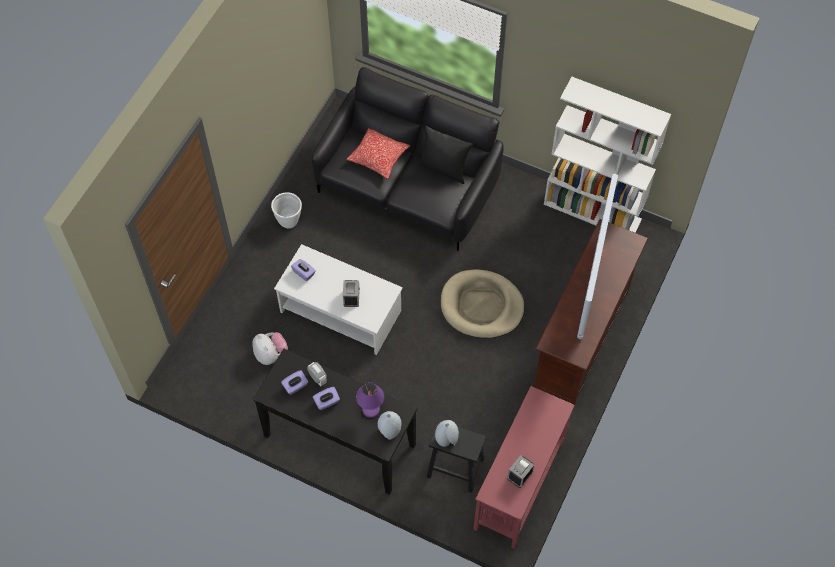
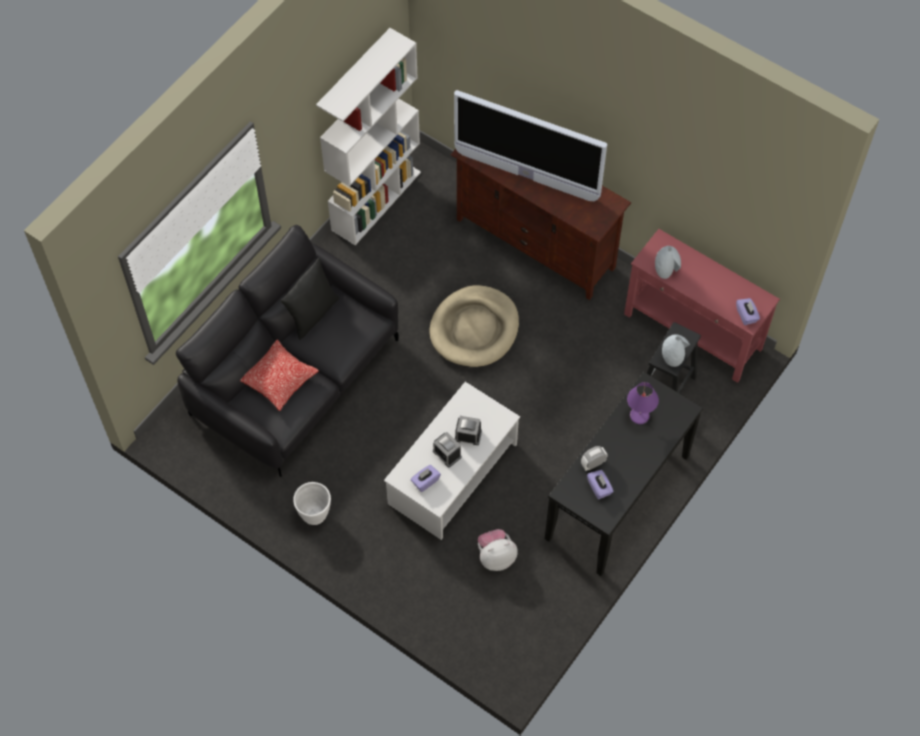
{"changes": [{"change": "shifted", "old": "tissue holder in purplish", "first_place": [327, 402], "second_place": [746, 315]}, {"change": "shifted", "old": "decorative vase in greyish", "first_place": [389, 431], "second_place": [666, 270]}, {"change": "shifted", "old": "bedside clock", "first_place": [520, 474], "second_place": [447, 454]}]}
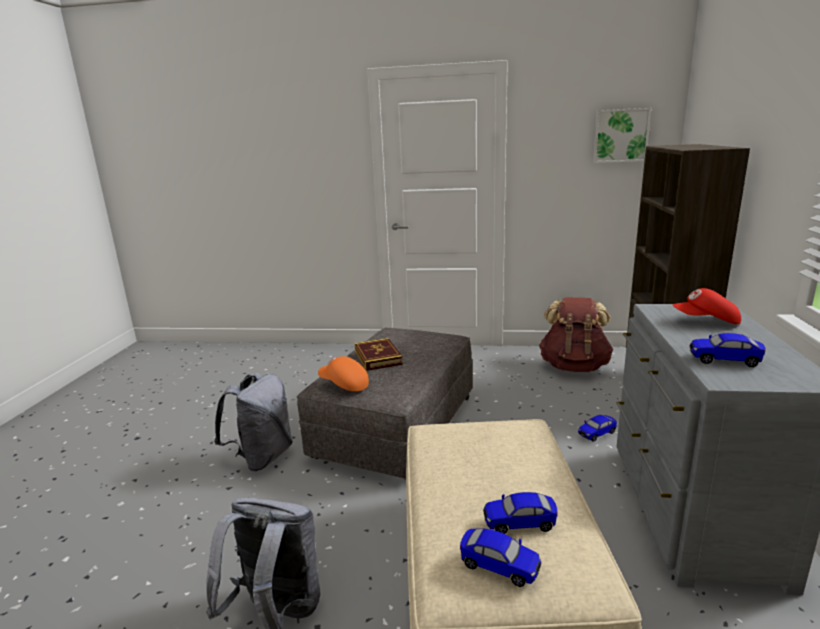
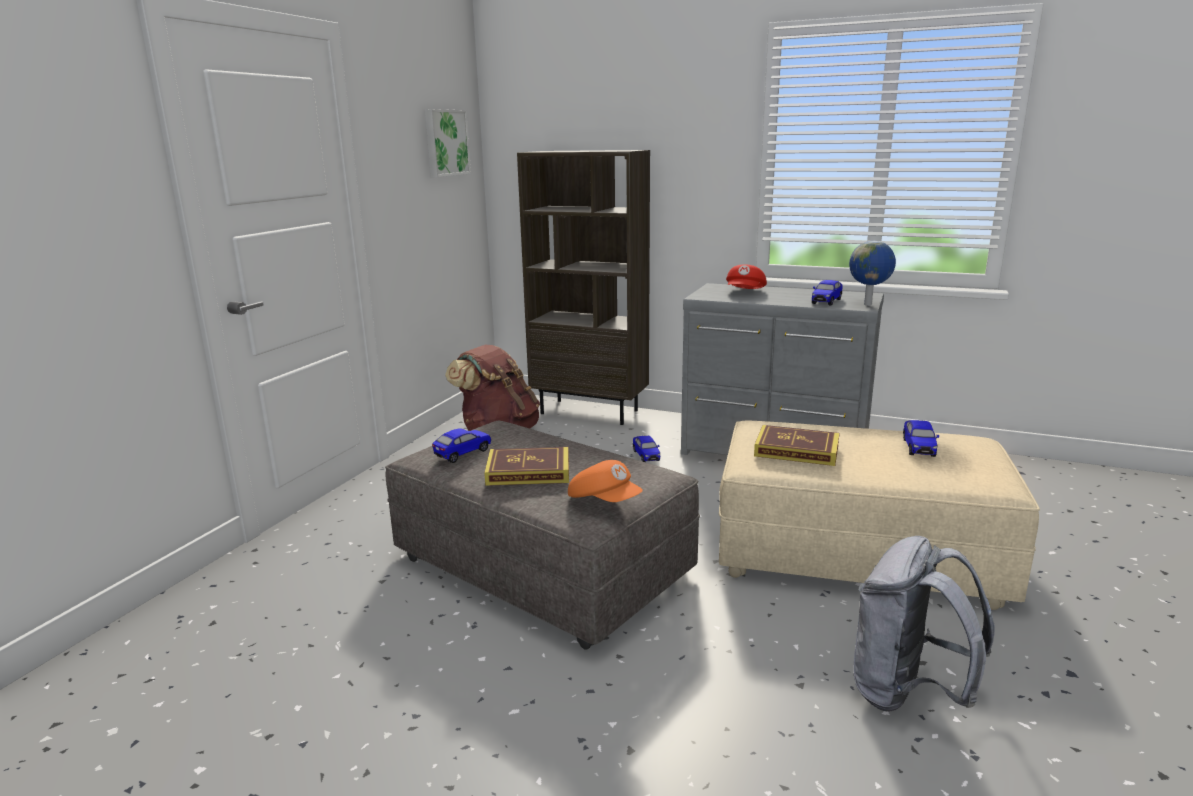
{"changes": [{"change": "rotated", "old": "baseball cap in orangey", "first_place": [344, 385], "second_place": [605, 501], "degrees": -90}, {"change": "gone", "old": "rucksack in greyish", "first_place": [262, 457]}, {"change": "shifted", "old": "toy car", "first_place": [499, 566], "second_place": [463, 453]}, {"change": "new", "new": "globe", "second_place": [868, 305]}, {"change": "new", "new": "bound book", "second_place": [796, 450]}]}
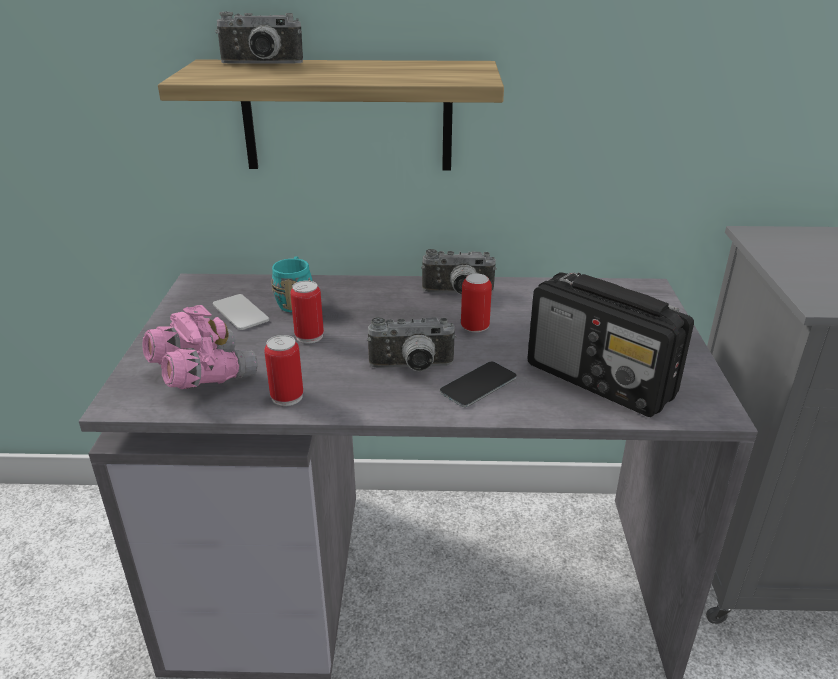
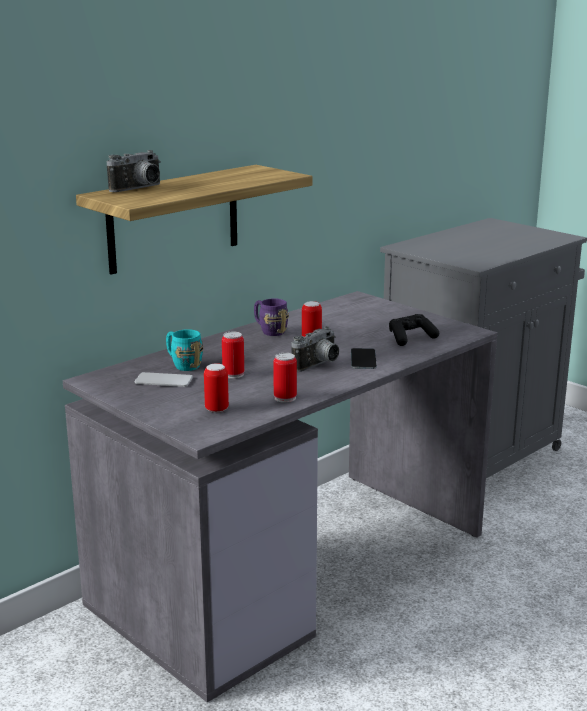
{"changes": [{"change": "swapped", "old": "photo camera", "new": "mug in purplish", "first_place": [458, 294], "second_place": [269, 330]}, {"change": "swapped", "old": "radio receiver", "new": "gamepad in black-coloured", "first_place": [601, 381], "second_place": [411, 338]}, {"change": "swapped", "old": "pair of binoculars in pink", "new": "sealed can", "first_place": [202, 375], "second_place": [216, 409]}]}
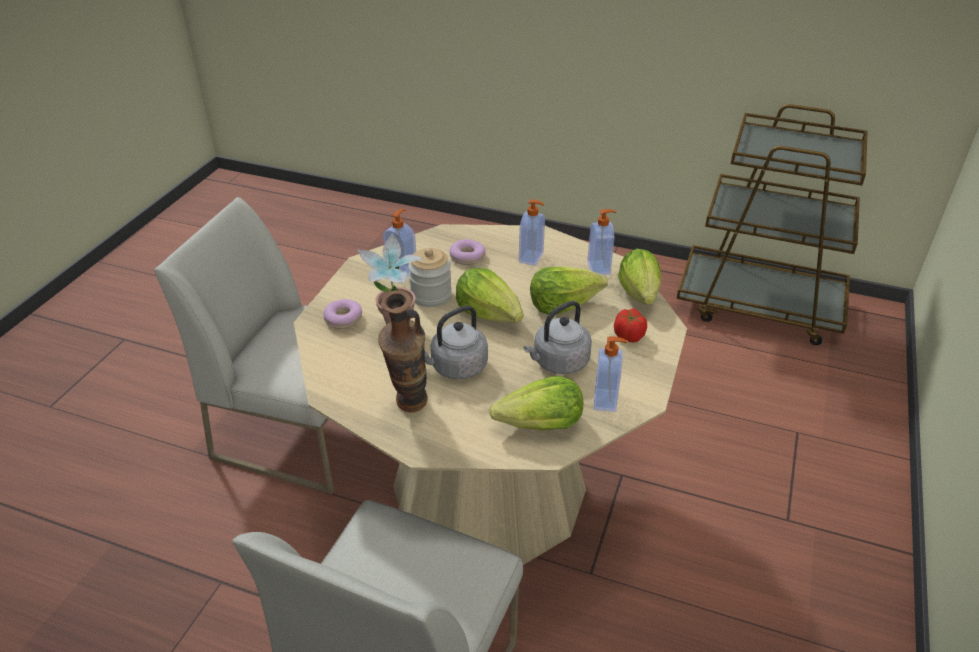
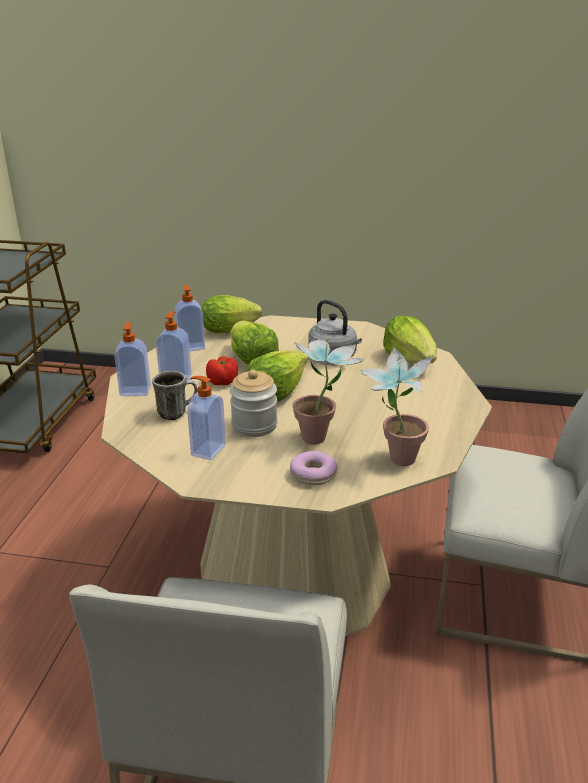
{"changes": [{"change": "swapped", "old": "ring doughnut", "new": "mug", "first_place": [467, 257], "second_place": [177, 412]}, {"change": "gone", "old": "decorative vase", "first_place": [409, 409]}, {"change": "gone", "old": "water kettle in greyish", "first_place": [456, 367]}, {"change": "shifted", "old": "whole tomato", "first_place": [629, 336], "second_place": [223, 382]}, {"change": "shifted", "old": "liquid soap bottle", "first_place": [606, 400], "second_place": [135, 390]}, {"change": "new", "new": "potted plant", "second_place": [393, 459]}]}
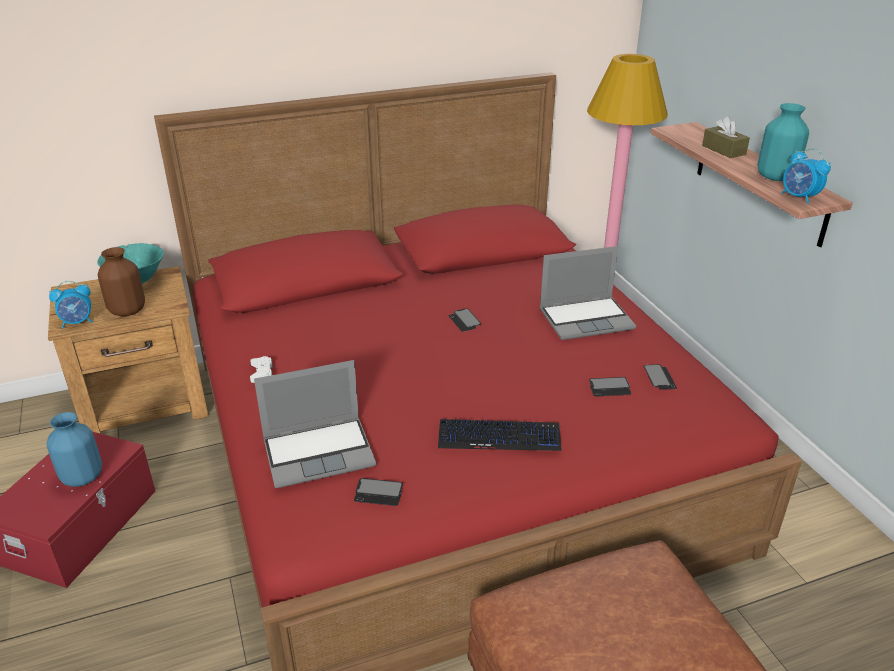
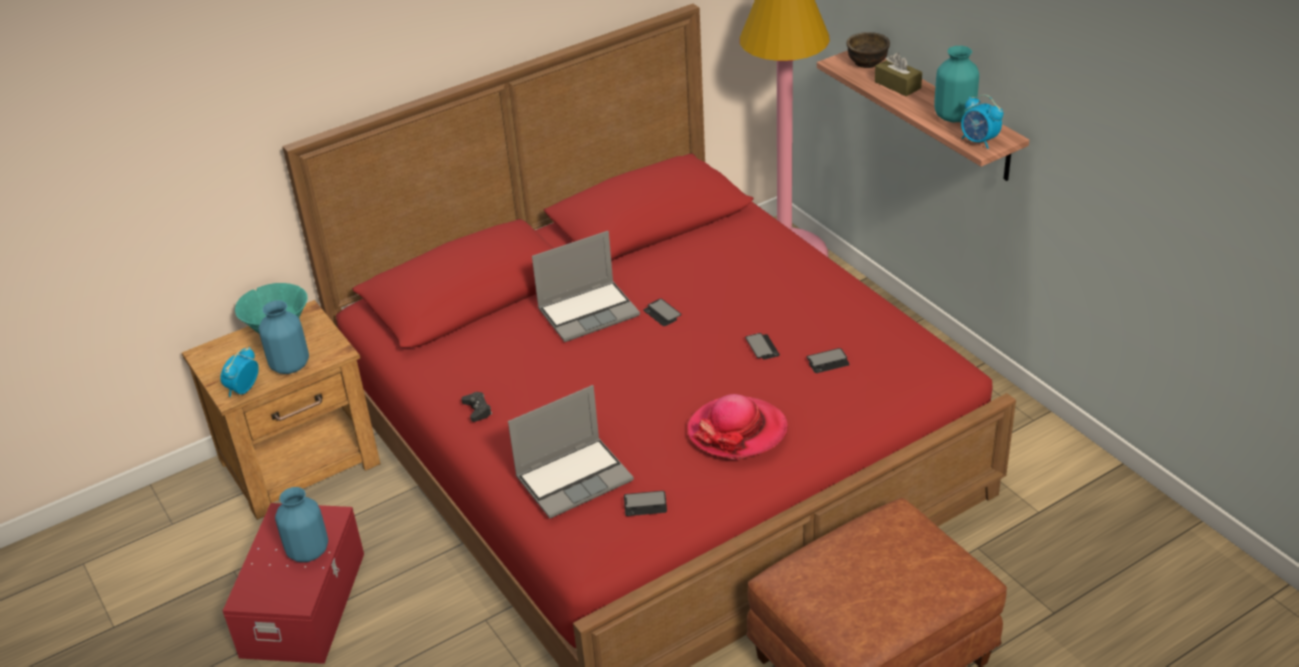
{"changes": [{"change": "shifted", "old": "portable computer", "first_place": [586, 319], "second_place": [589, 312]}, {"change": "repainted", "old": "decorative vase in brown-coloured", "new": "decorative vase in blue-coloured", "first_place": [127, 310], "second_place": [290, 365]}, {"change": "rotated", "old": "bedside clock", "first_place": [78, 322], "second_place": [243, 389], "degrees": 150}, {"change": "repainted", "old": "gamepad in white", "new": "gamepad in black-coloured", "first_place": [262, 373], "second_place": [477, 410]}, {"change": "shifted", "old": "telephone", "first_place": [659, 378], "second_place": [762, 347]}, {"change": "swapped", "old": "keyboard", "new": "clothing hat", "first_place": [499, 437], "second_place": [737, 431]}, {"change": "new", "new": "bowl in brown-coloured", "second_place": [867, 62]}]}
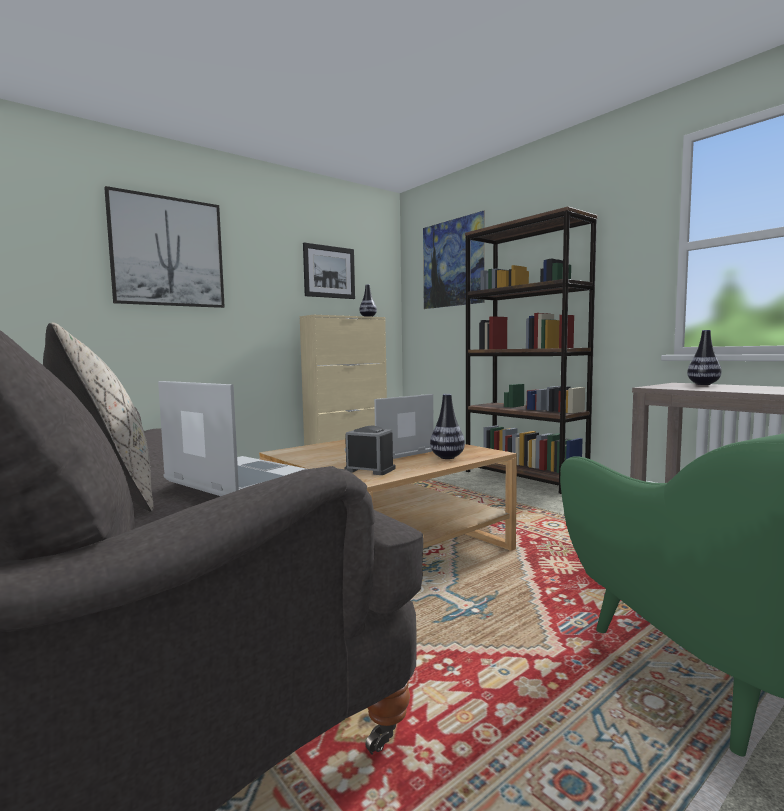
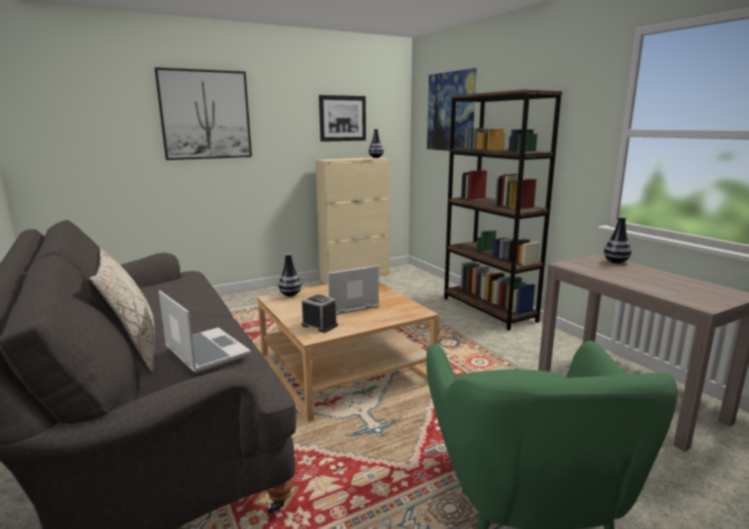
{"changes": [{"change": "shifted", "old": "decorative vase", "first_place": [447, 457], "second_place": [290, 294]}]}
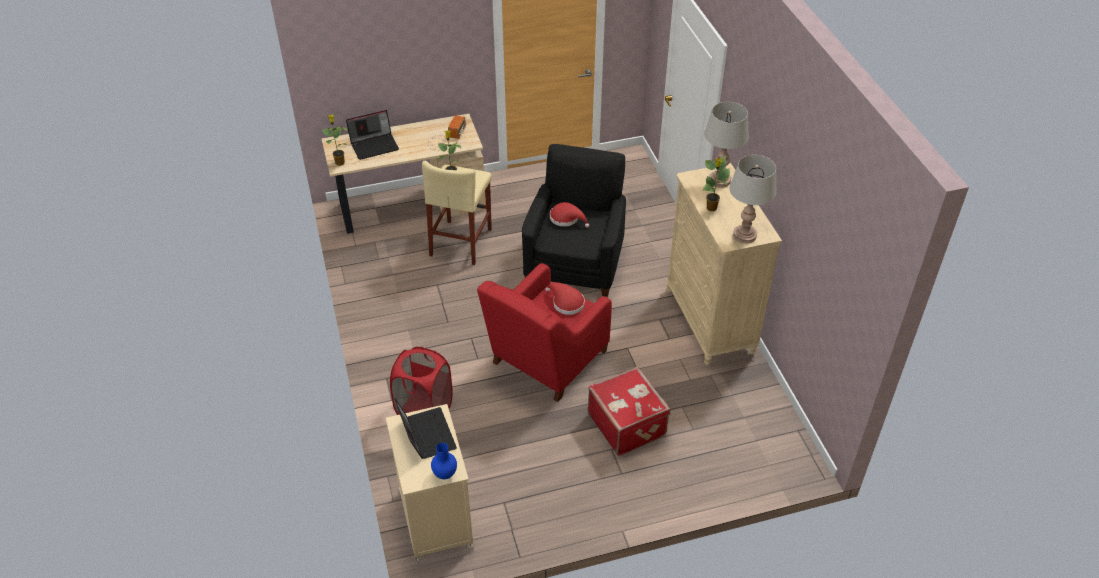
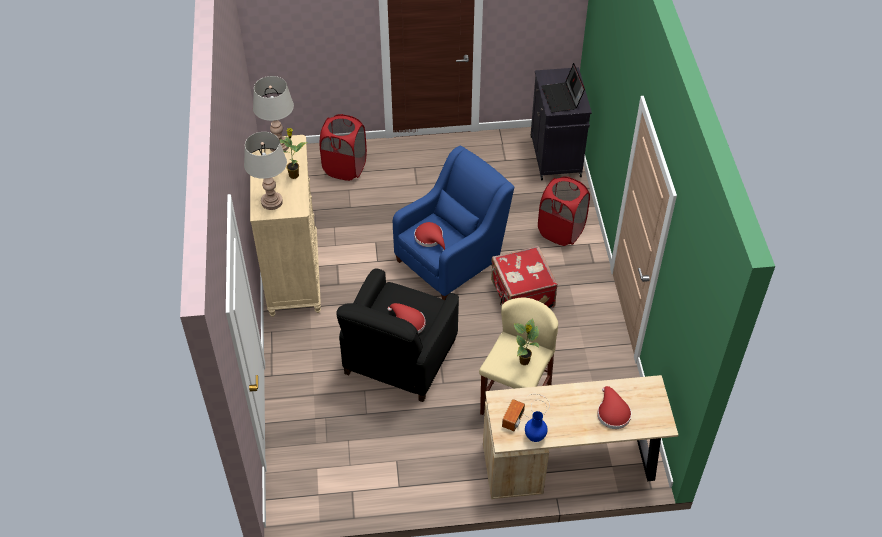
{"changes": [{"change": "swapped", "old": "portable computer", "new": "clothing hat in red", "first_place": [374, 145], "second_place": [612, 412]}, {"change": "gone", "old": "potted plant", "first_place": [339, 162]}, {"change": "repainted", "old": "lounge chair in red", "new": "lounge chair in blue-coloured", "first_place": [546, 360], "second_place": [452, 259]}, {"change": "shifted", "old": "travel case in red", "first_place": [627, 424], "second_place": [521, 295]}, {"change": "repainted", "old": "cupboard in beige-coloured", "new": "cupboard in black-coloured", "first_place": [435, 517], "second_place": [555, 157]}, {"change": "shifted", "old": "decorative vase in blue-coloured", "first_place": [445, 475], "second_place": [535, 436]}, {"change": "new", "new": "hamper in red", "second_place": [345, 168]}]}
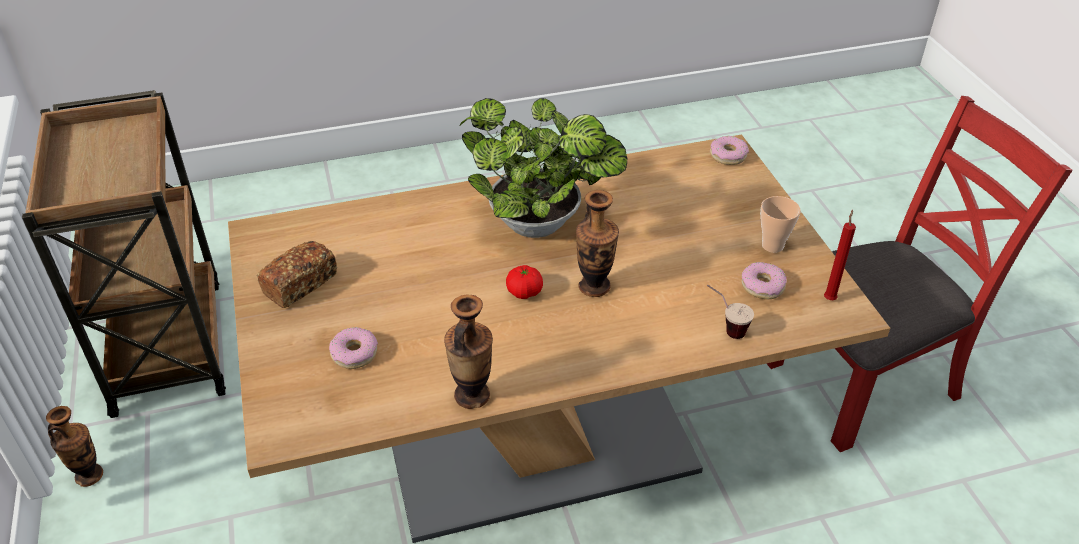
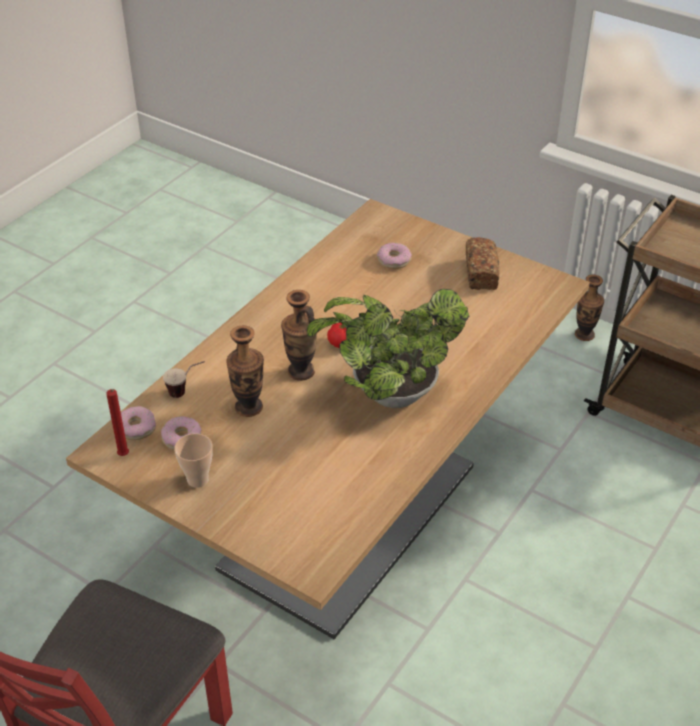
{"changes": [{"change": "shifted", "old": "ring doughnut", "first_place": [727, 155], "second_place": [136, 428]}, {"change": "shifted", "old": "decorative vase", "first_place": [472, 395], "second_place": [248, 407]}]}
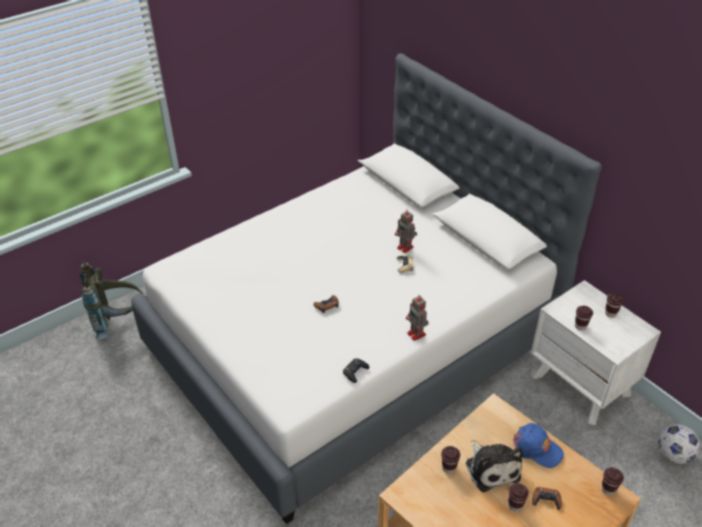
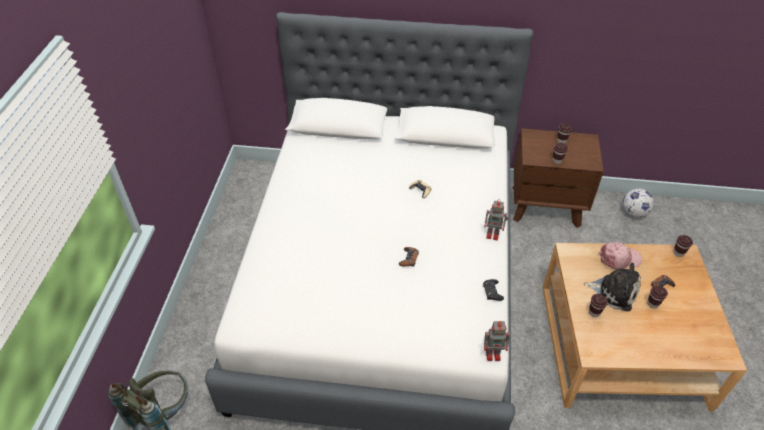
{"changes": [{"change": "shifted", "old": "toy robot", "first_place": [405, 248], "second_place": [494, 353]}, {"change": "repainted", "old": "bedside table in white", "new": "bedside table in brown-coloured", "first_place": [581, 385], "second_place": [546, 206]}, {"change": "repainted", "old": "baseball cap in blue-coloured", "new": "baseball cap in pink", "first_place": [537, 448], "second_place": [619, 258]}]}
